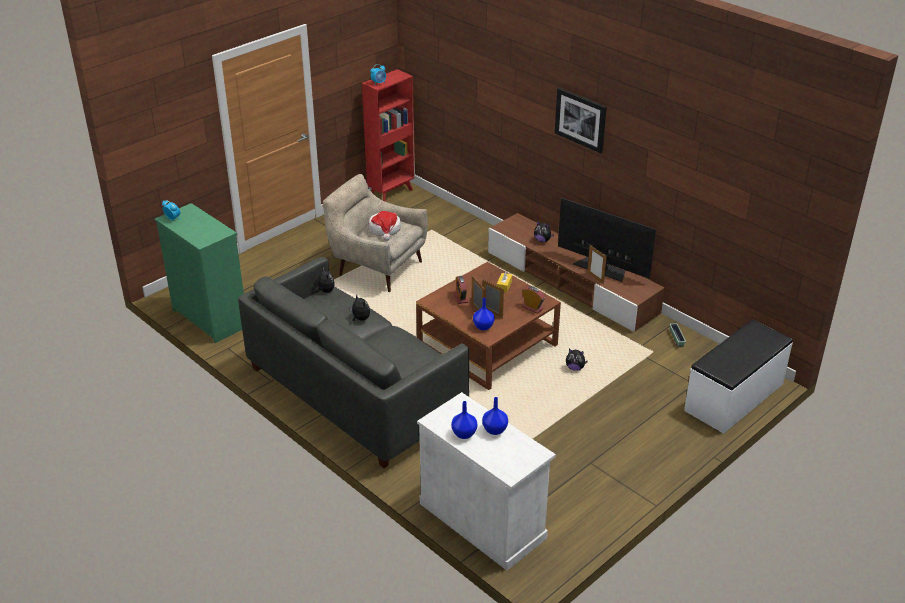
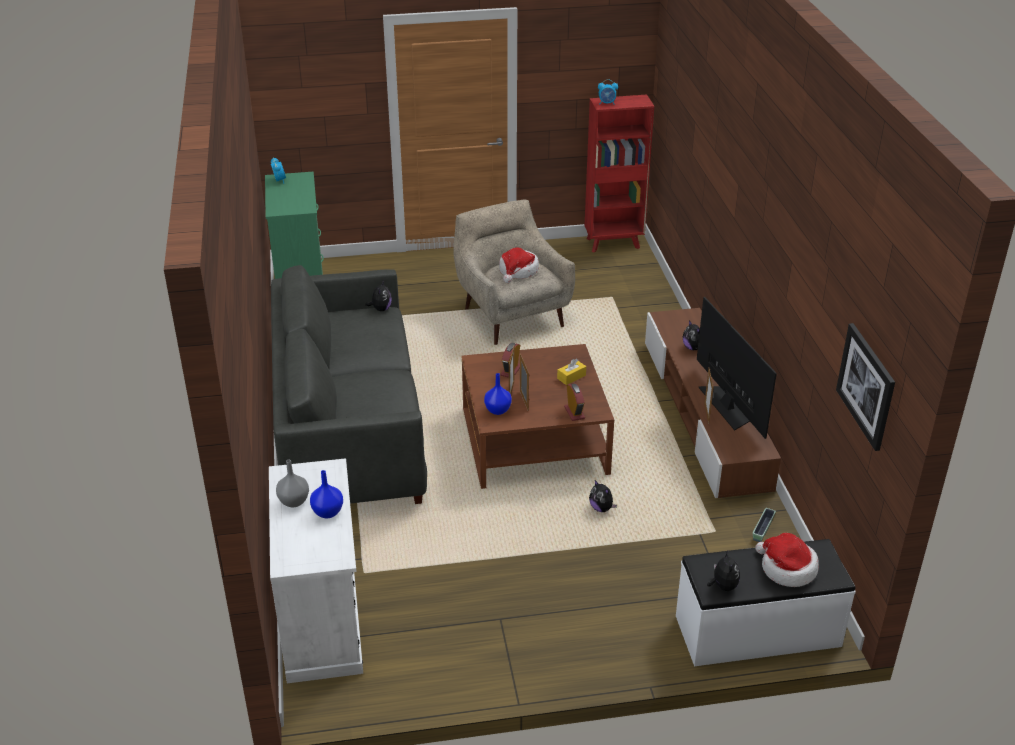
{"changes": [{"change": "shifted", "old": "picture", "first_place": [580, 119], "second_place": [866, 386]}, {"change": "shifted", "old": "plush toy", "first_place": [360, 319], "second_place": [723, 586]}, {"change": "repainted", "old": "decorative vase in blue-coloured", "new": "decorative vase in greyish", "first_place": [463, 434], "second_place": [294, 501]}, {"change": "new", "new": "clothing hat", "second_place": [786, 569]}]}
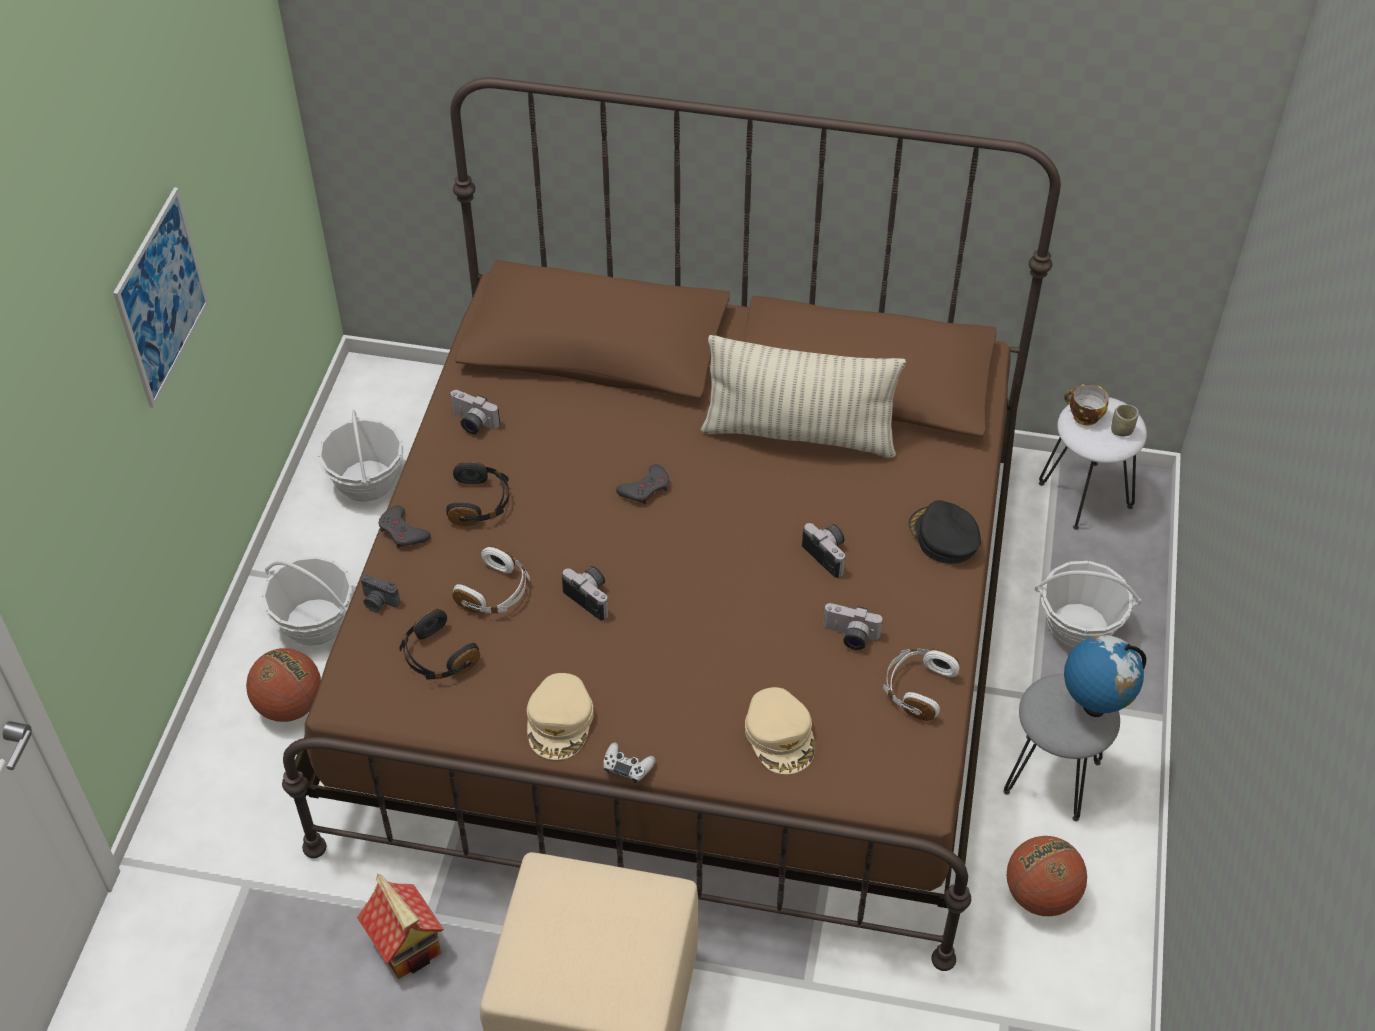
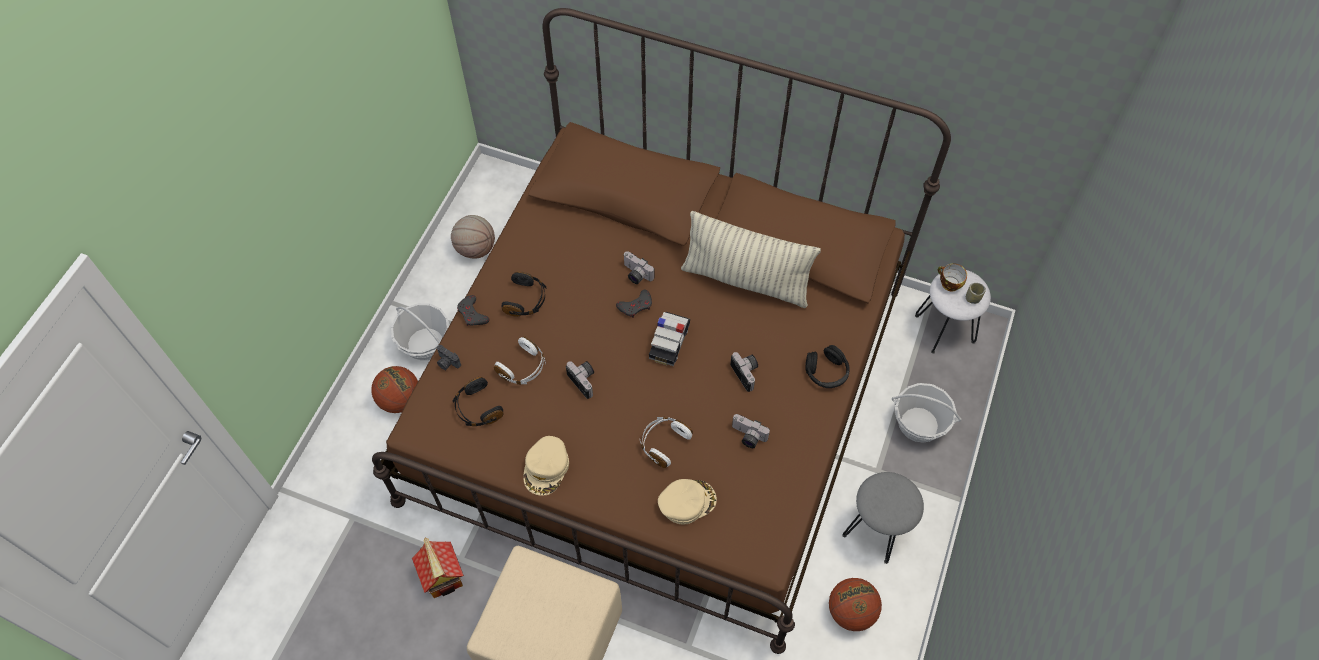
{"changes": [{"change": "gone", "old": "picture", "first_place": [161, 297]}, {"change": "shifted", "old": "photo camera", "first_place": [472, 423], "second_place": [635, 274]}, {"change": "swapped", "old": "storage basket", "new": "basketball", "first_place": [366, 481], "second_place": [476, 248]}, {"change": "swapped", "old": "baseball cap in black-coloured", "new": "headset in black-coloured", "first_place": [943, 537], "second_place": [826, 372]}, {"change": "gone", "old": "globe", "first_place": [1093, 706]}, {"change": "shifted", "old": "headset in white", "first_place": [917, 688], "second_place": [663, 443]}, {"change": "rotated", "old": "baseball cap in beige-coloured", "first_place": [780, 735], "second_place": [687, 501], "degrees": -105}, {"change": "gone", "old": "gamepad in white", "first_place": [627, 766]}, {"change": "new", "new": "toy car", "second_place": [669, 342]}]}
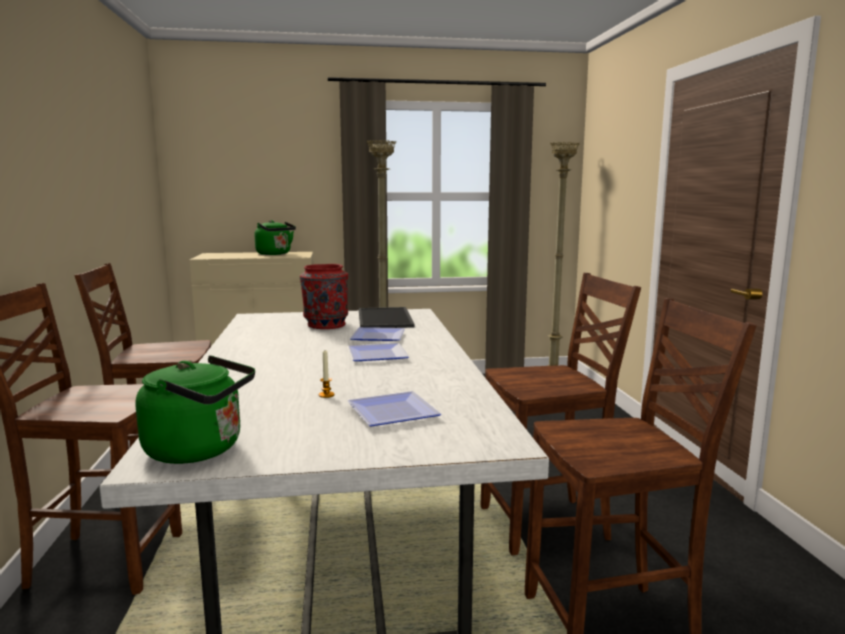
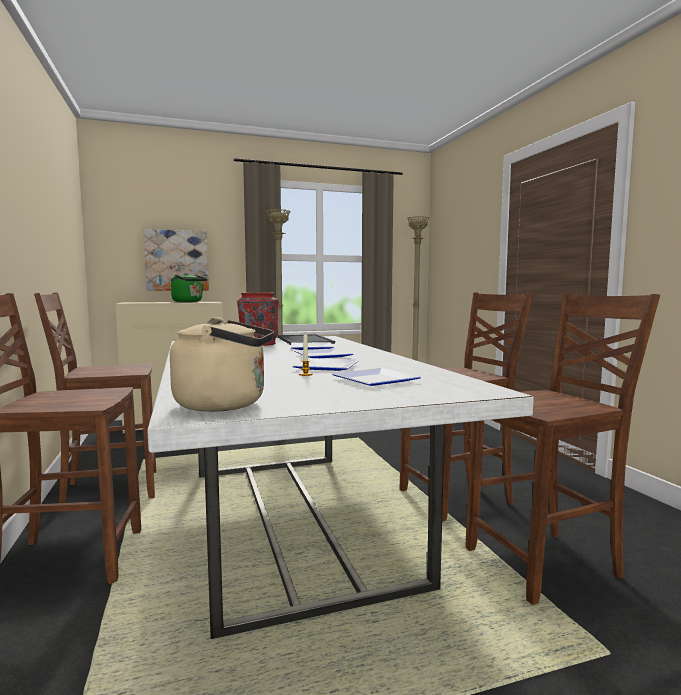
{"changes": [{"change": "repainted", "old": "water kettle in green-coloured", "new": "water kettle in beige-coloured", "first_place": [200, 450], "second_place": [226, 404]}, {"change": "new", "new": "picture", "second_place": [177, 260]}, {"change": "new", "new": "plate", "second_place": [325, 367]}]}
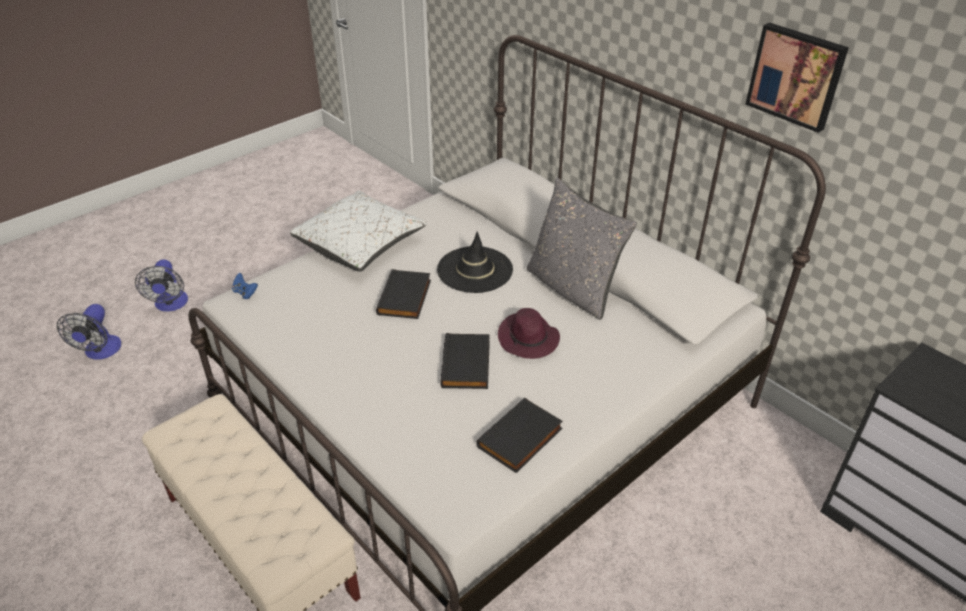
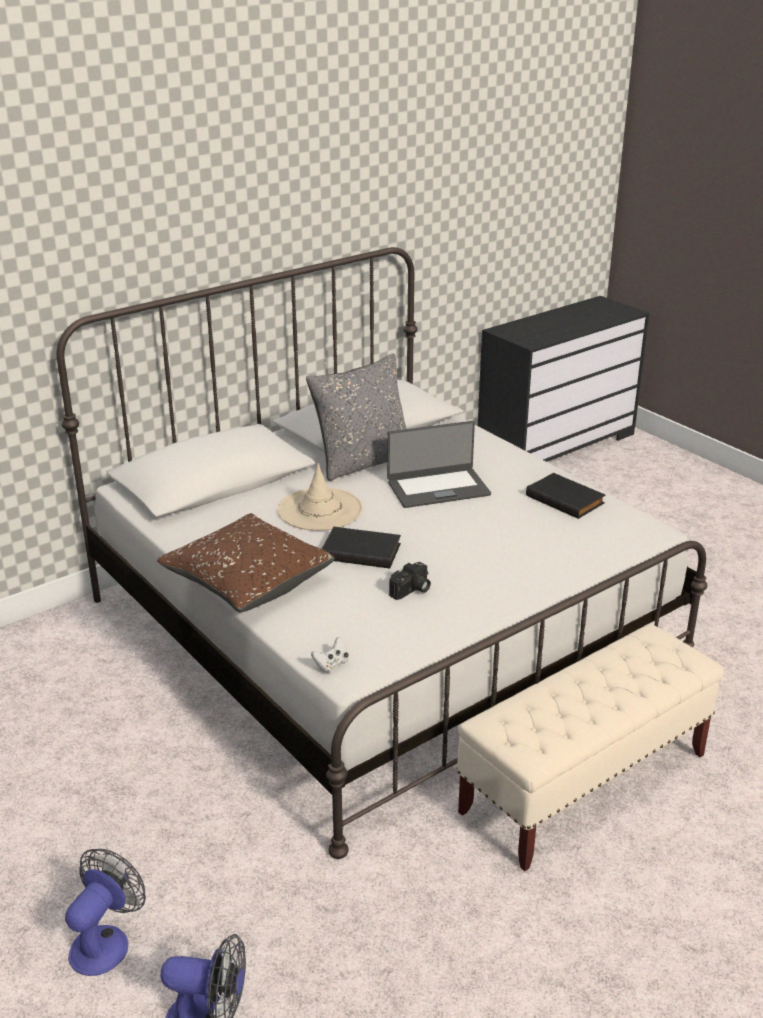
{"changes": [{"change": "gone", "old": "picture", "first_place": [796, 76]}, {"change": "repainted", "old": "cushion in white", "new": "cushion in brown-coloured", "first_place": [360, 244], "second_place": [247, 581]}, {"change": "repainted", "old": "clothing hat in black-coloured", "new": "clothing hat in beige-coloured", "first_place": [474, 270], "second_place": [320, 510]}, {"change": "rotated", "old": "cooling fan", "first_place": [170, 305], "second_place": [105, 941], "degrees": -60}, {"change": "repainted", "old": "gamepad in blue-coloured", "new": "gamepad in white", "first_place": [245, 293], "second_place": [331, 664]}, {"change": "swapped", "old": "clothing hat in purplish", "new": "portable computer", "first_place": [528, 339], "second_place": [438, 488]}, {"change": "gone", "old": "bound book in black-coloured", "first_place": [467, 364]}, {"change": "new", "new": "photo camera", "second_place": [412, 591]}]}
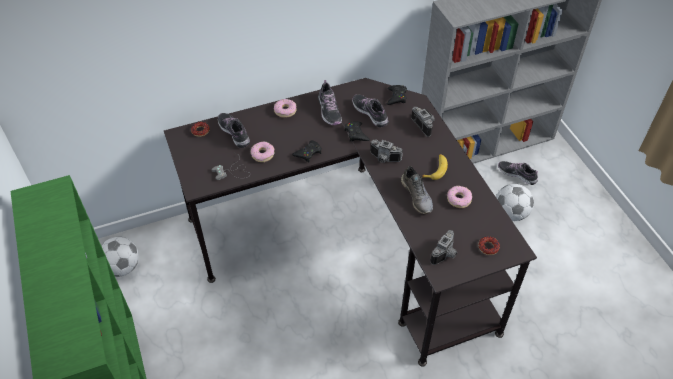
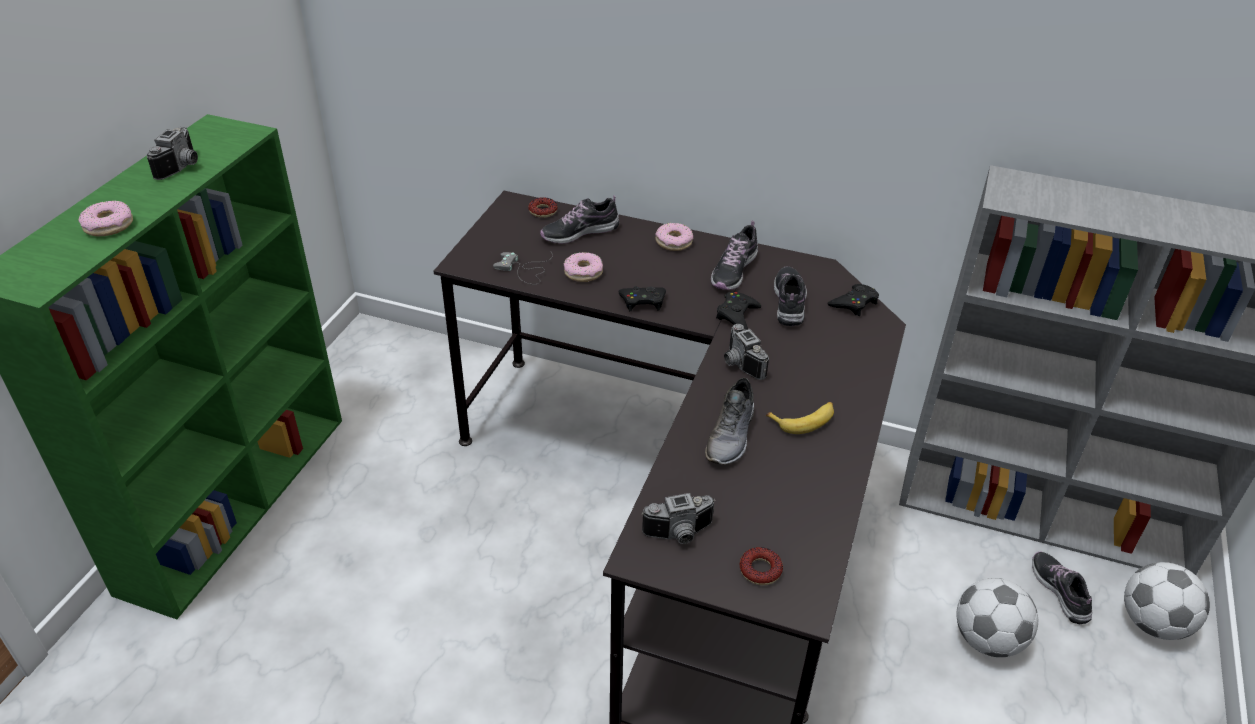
{"changes": [{"change": "shifted", "old": "photo camera", "first_place": [425, 125], "second_place": [183, 167]}, {"change": "rotated", "old": "shoe", "first_place": [234, 132], "second_place": [579, 232], "degrees": -120}, {"change": "shifted", "old": "ring doughnut", "first_place": [459, 199], "second_place": [108, 225]}, {"change": "shifted", "old": "football ball", "first_place": [122, 267], "second_place": [1153, 623]}]}
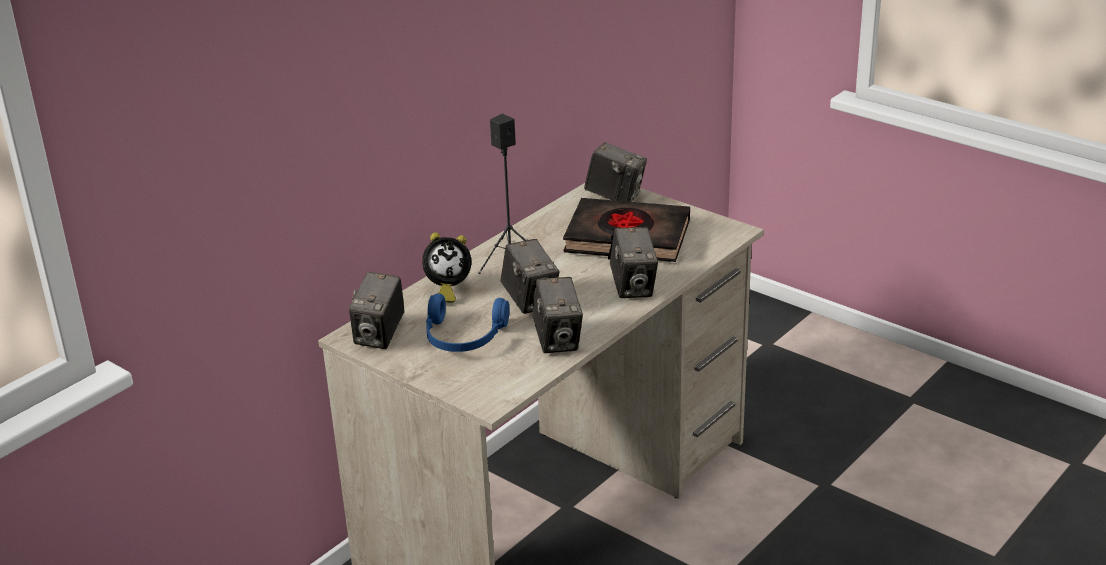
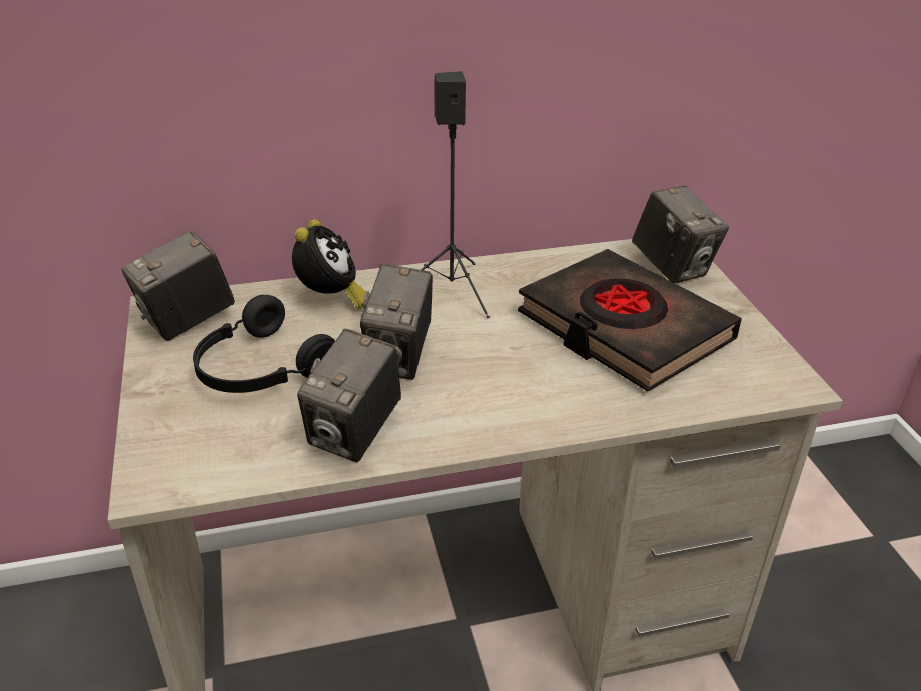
{"changes": [{"change": "gone", "old": "photo camera", "first_place": [633, 287]}, {"change": "rotated", "old": "bedside clock", "first_place": [447, 290], "second_place": [330, 299], "degrees": -105}, {"change": "repainted", "old": "headset in blue-coloured", "new": "headset in black-coloured", "first_place": [463, 338], "second_place": [260, 369]}]}
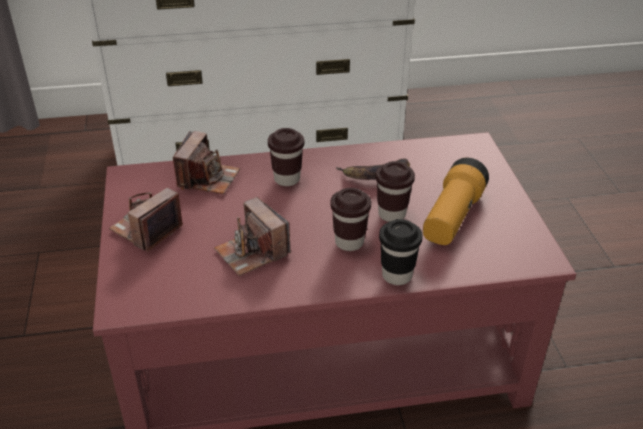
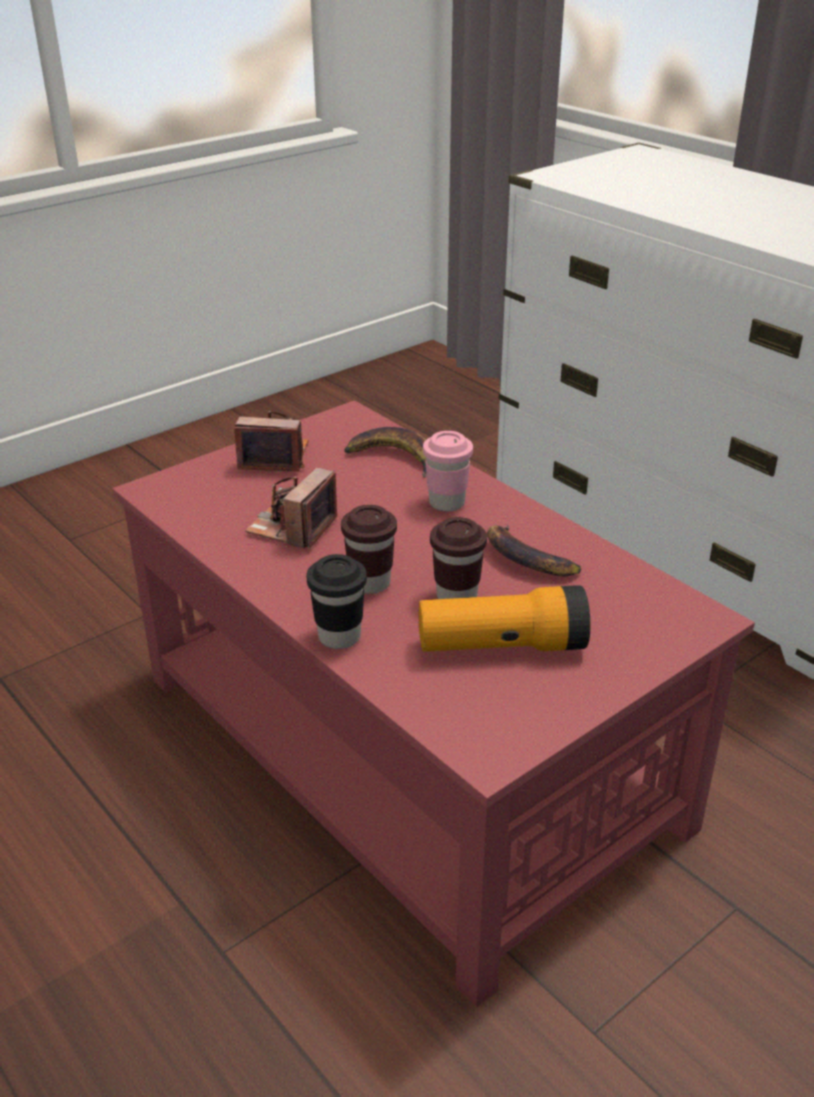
{"changes": [{"change": "repainted", "old": "drinking cup in brown-coloured", "new": "drinking cup in pink", "first_place": [287, 179], "second_place": [446, 503]}, {"change": "swapped", "old": "photo camera", "new": "banana fruit", "first_place": [208, 178], "second_place": [393, 457]}]}
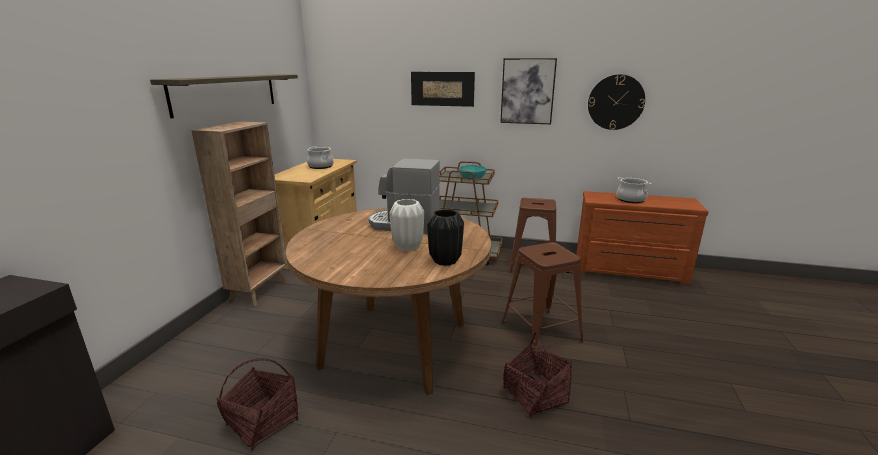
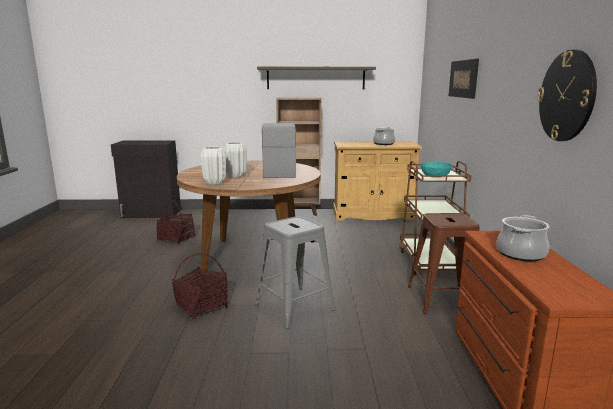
{"changes": [{"change": "gone", "old": "picture", "first_place": [527, 91]}, {"change": "repainted", "old": "decorative vase in black-coloured", "new": "decorative vase in white", "first_place": [445, 261], "second_place": [214, 183]}, {"change": "repainted", "old": "stool in brown-coloured", "new": "stool in greyish", "first_place": [541, 332], "second_place": [294, 307]}]}
